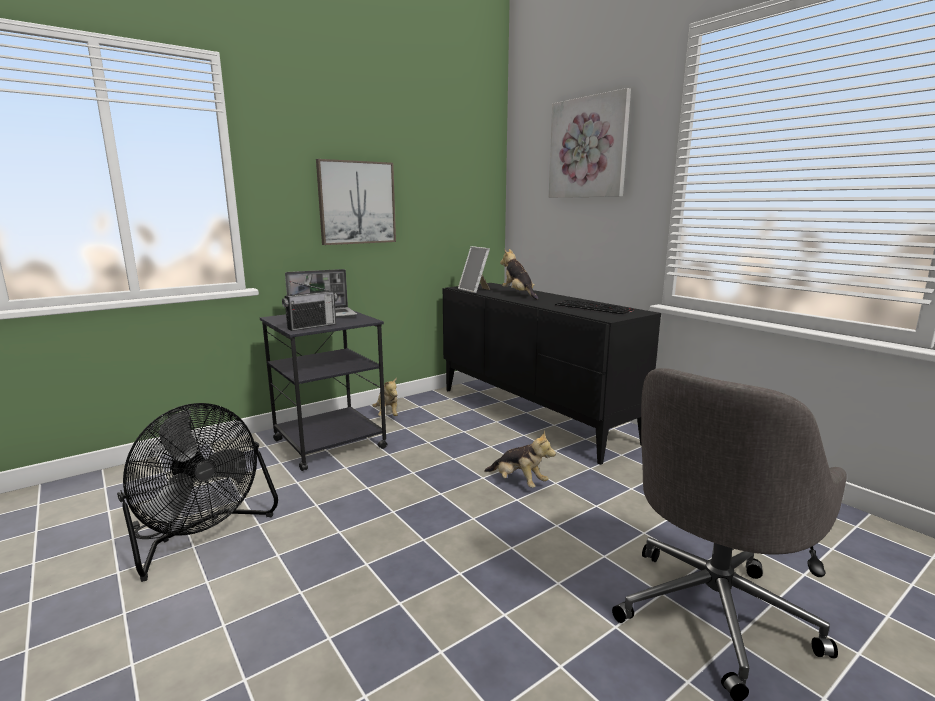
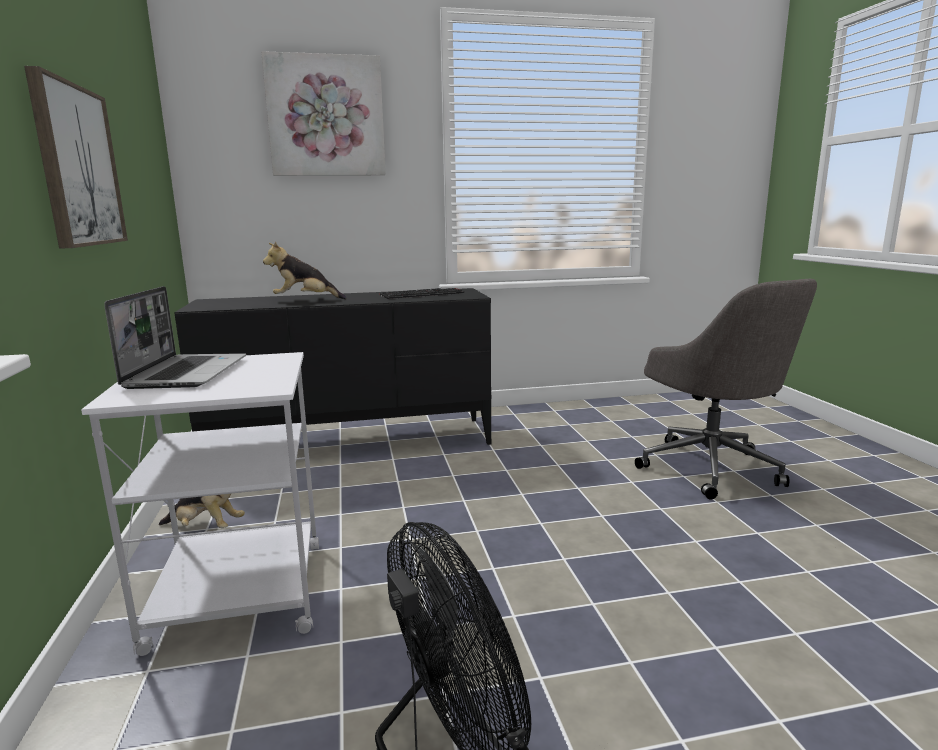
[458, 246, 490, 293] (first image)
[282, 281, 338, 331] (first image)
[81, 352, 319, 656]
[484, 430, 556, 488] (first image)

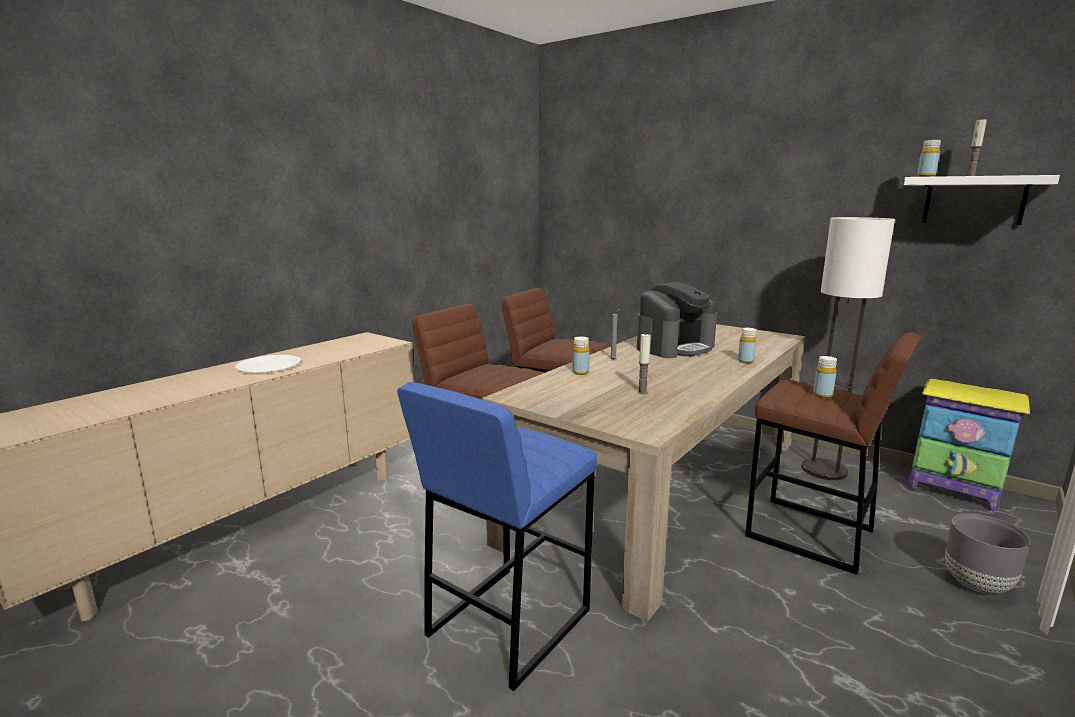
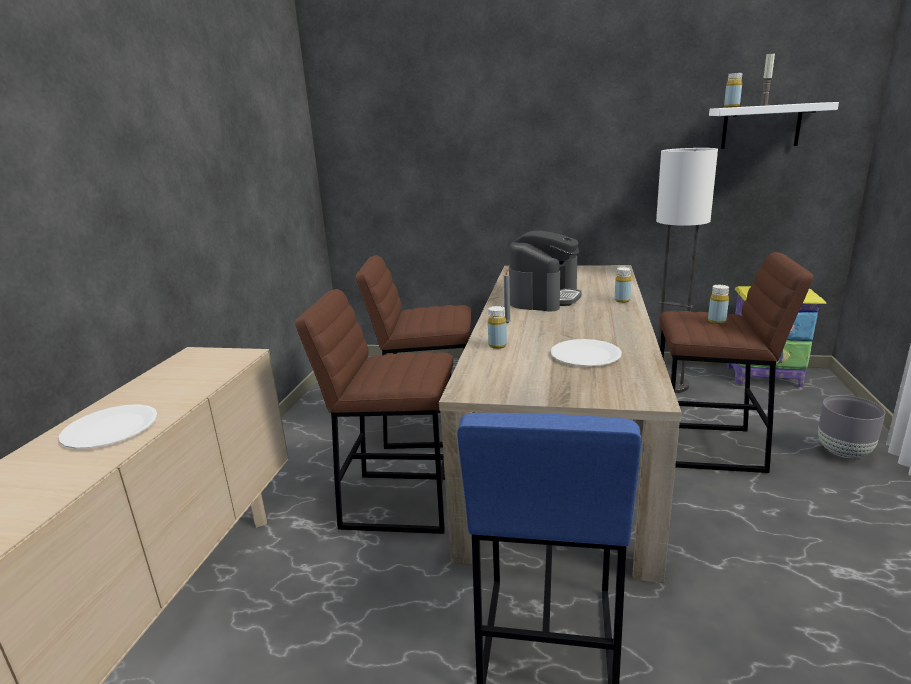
[550, 339, 622, 366]

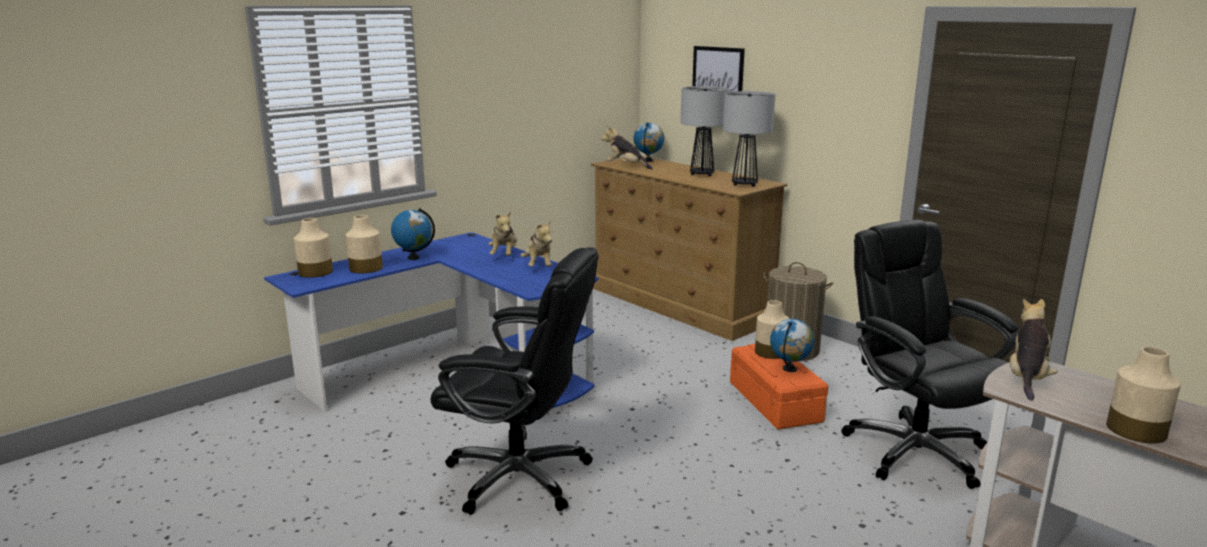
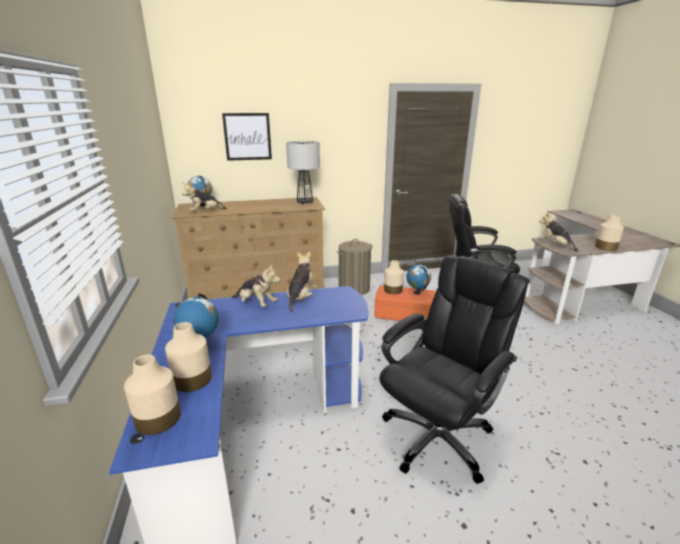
[681, 86, 729, 176] (first image)
[287, 251, 317, 313]

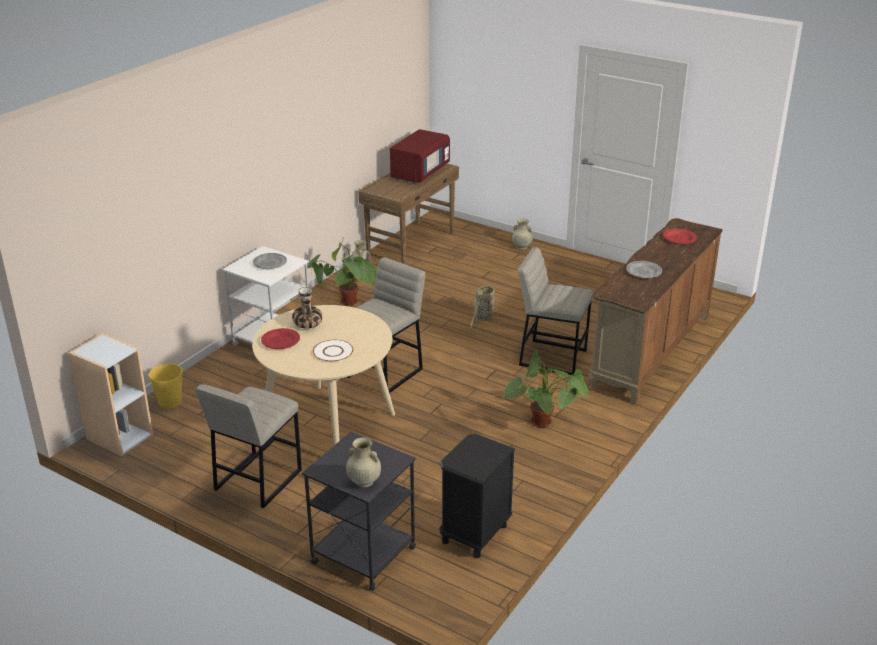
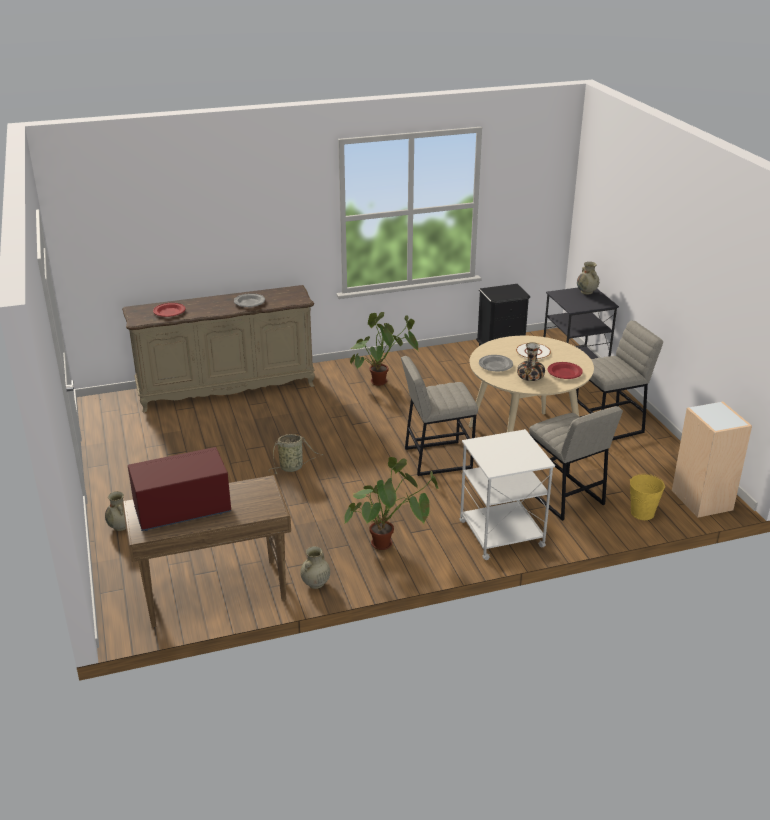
[529, 406, 623, 521]
[479, 355, 513, 371]

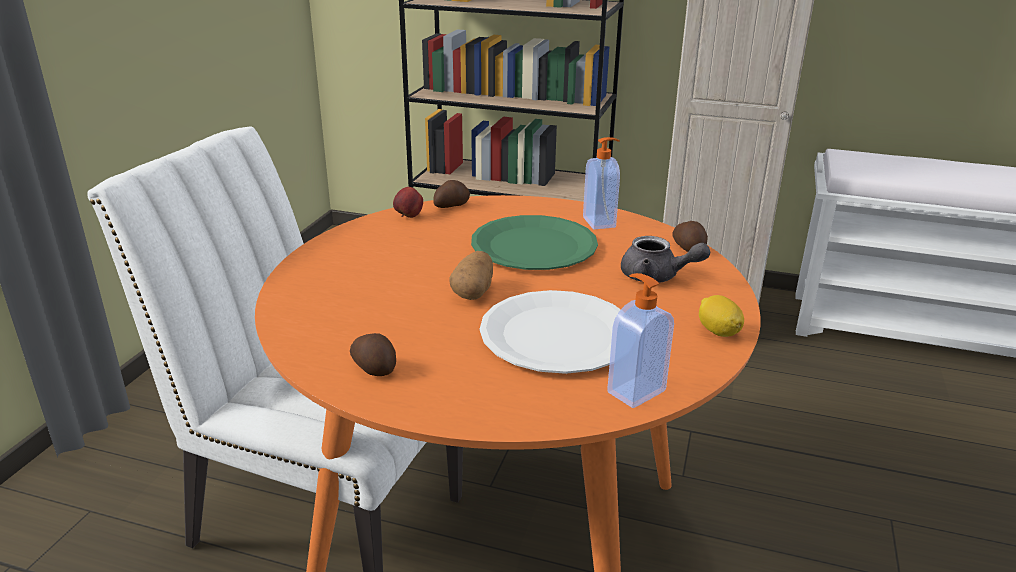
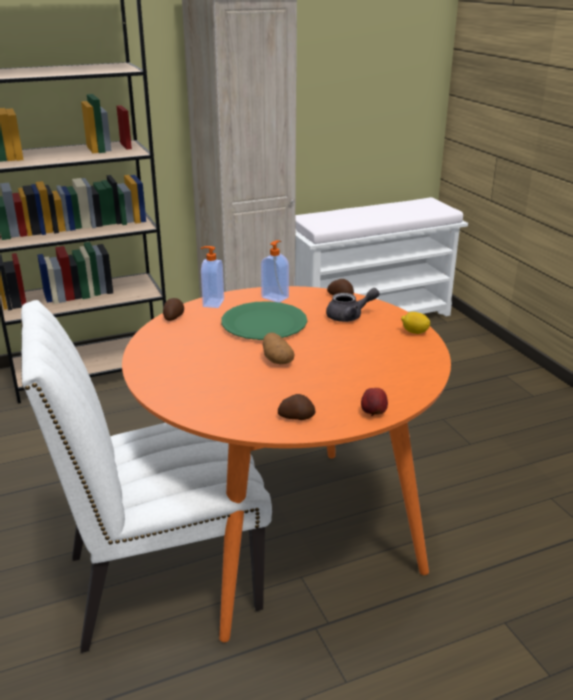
[361, 388, 388, 416]
[201, 246, 224, 308]
[480, 290, 621, 374] (first image)

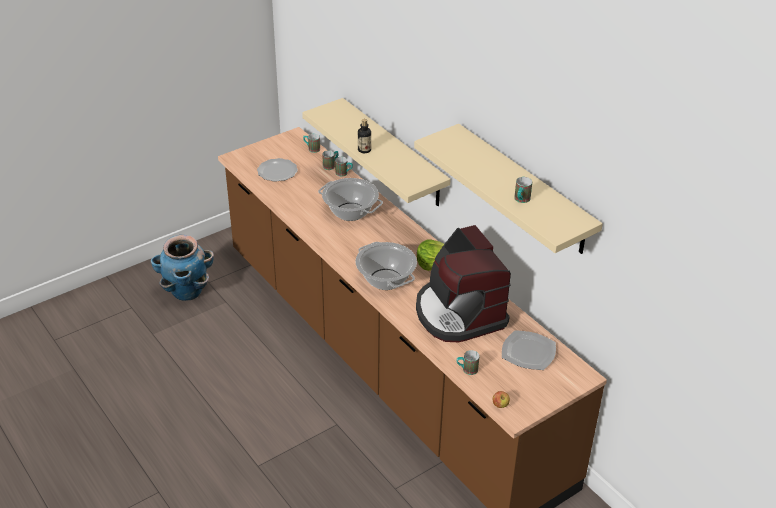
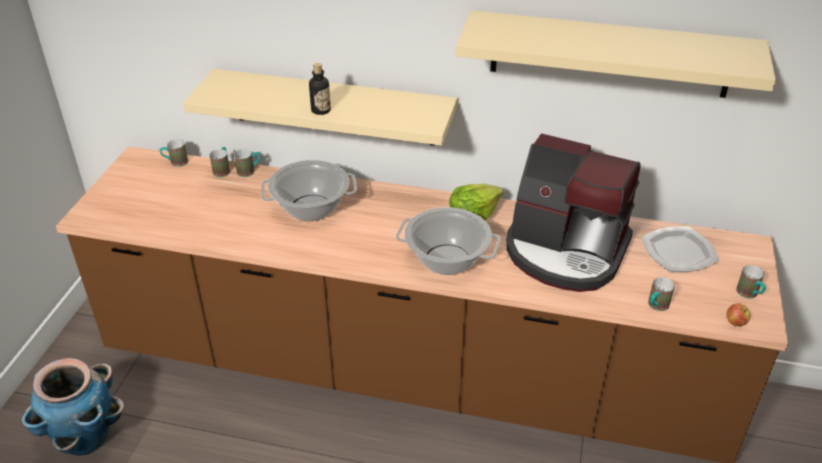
[257, 158, 298, 182] (first image)
[736, 265, 766, 298]

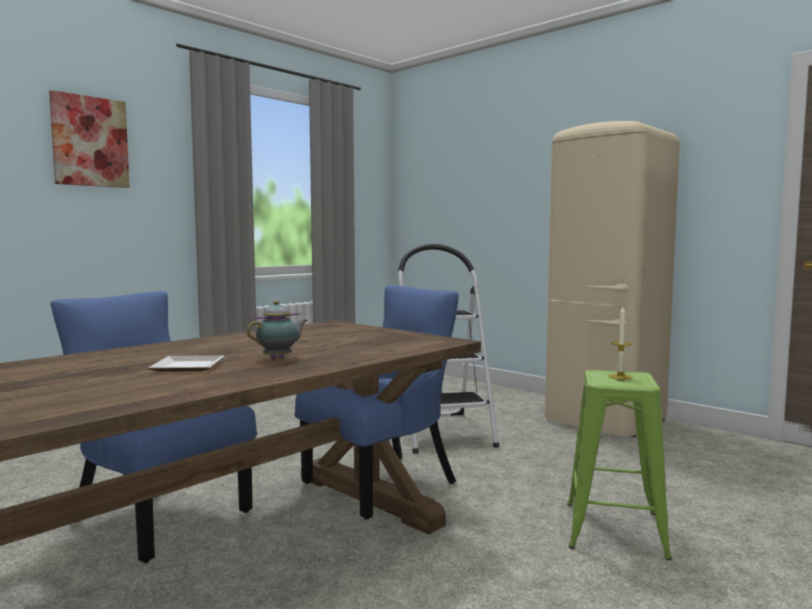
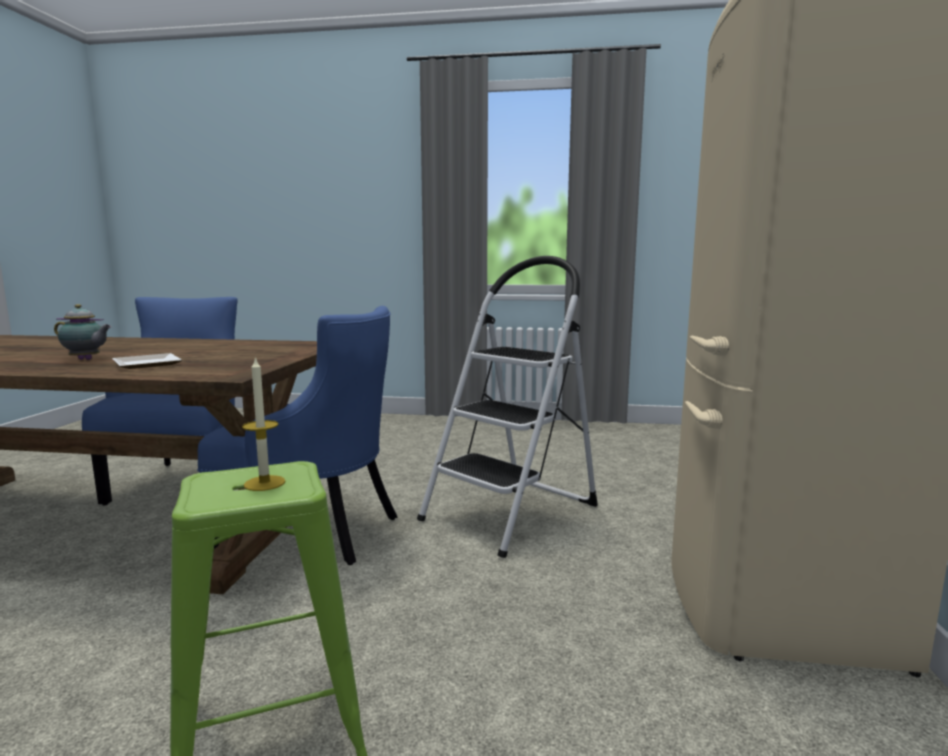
[49, 90, 130, 188] (first image)
[113, 353, 182, 369]

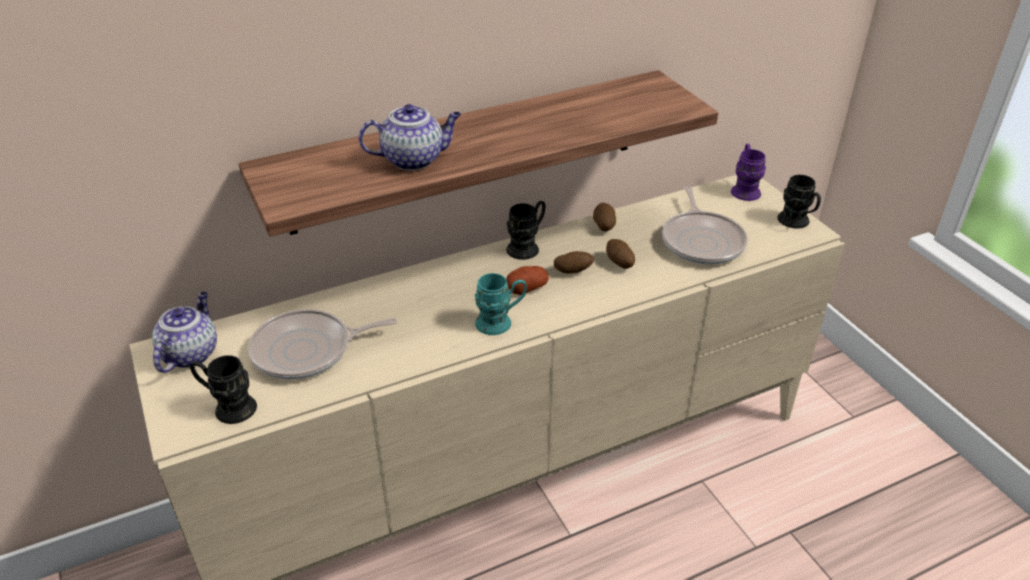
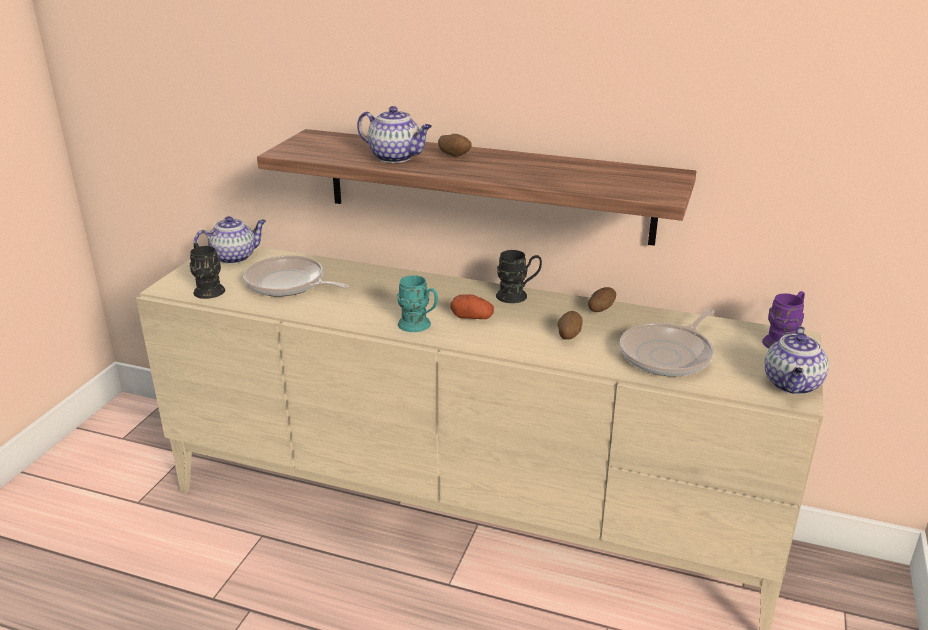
[765, 326, 829, 394]
[438, 134, 472, 157]

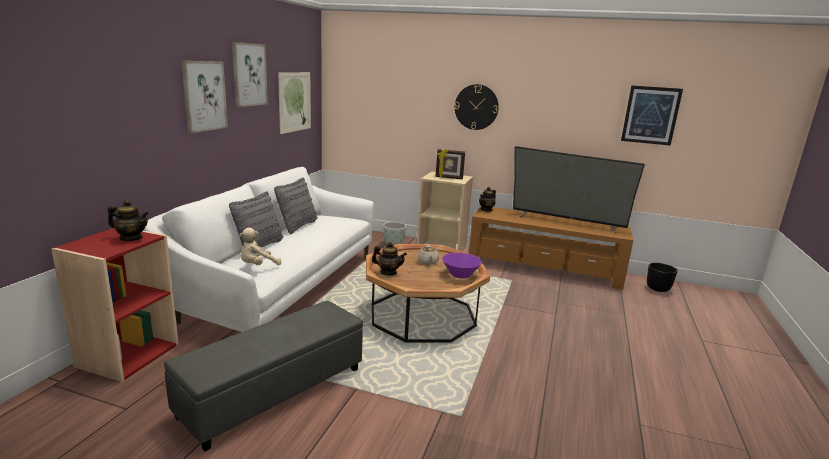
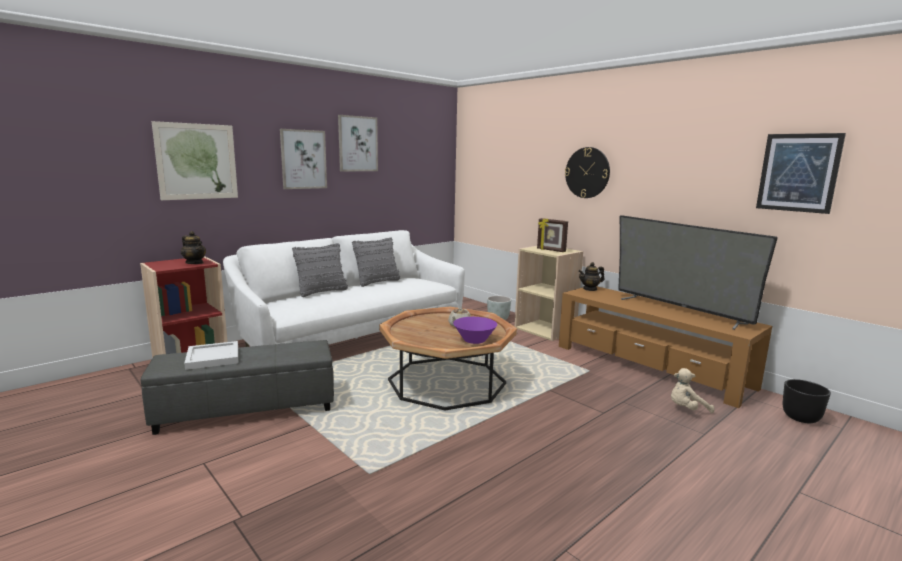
[152, 121, 238, 200]
[671, 368, 714, 413]
[372, 242, 407, 275] (first image)
[184, 341, 238, 370]

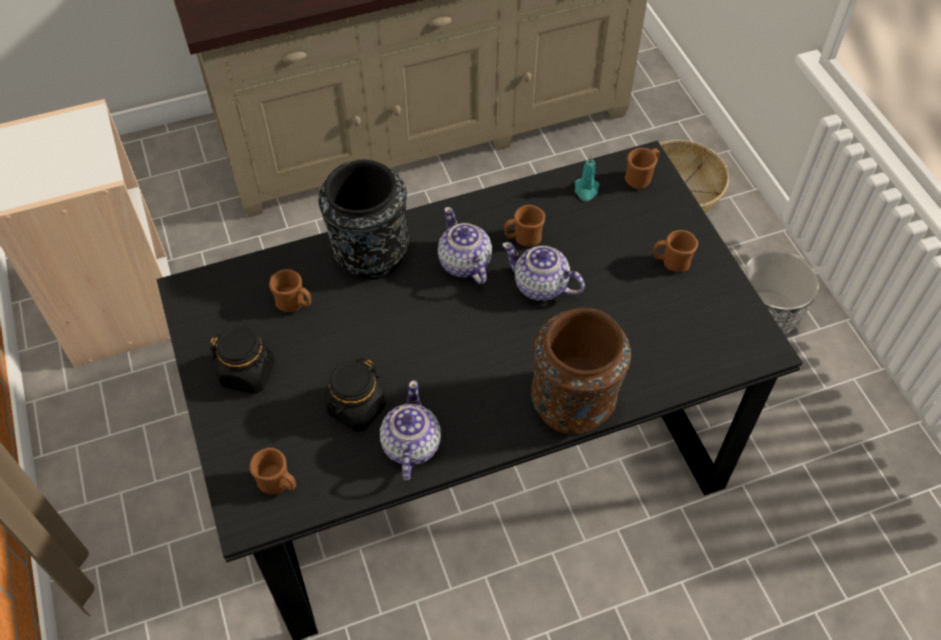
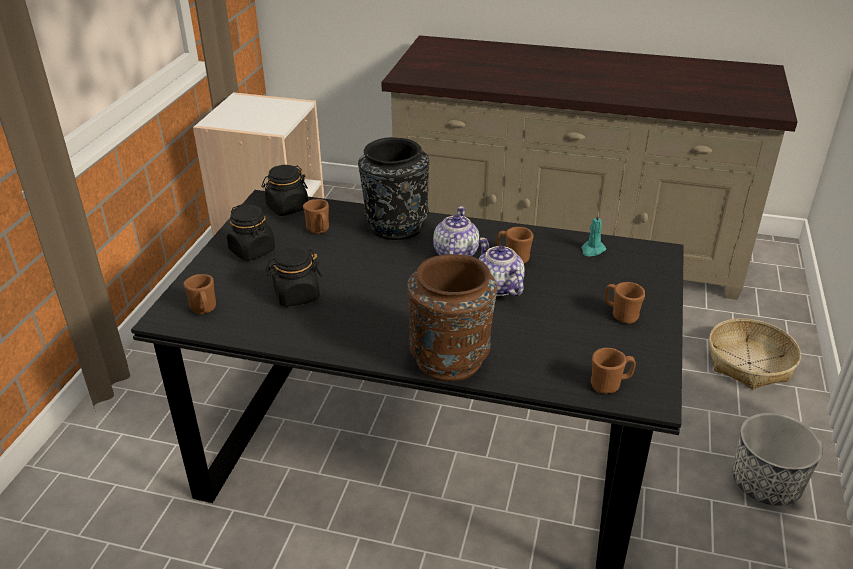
[591, 348, 636, 394]
[380, 380, 441, 481] (first image)
[261, 165, 308, 216]

